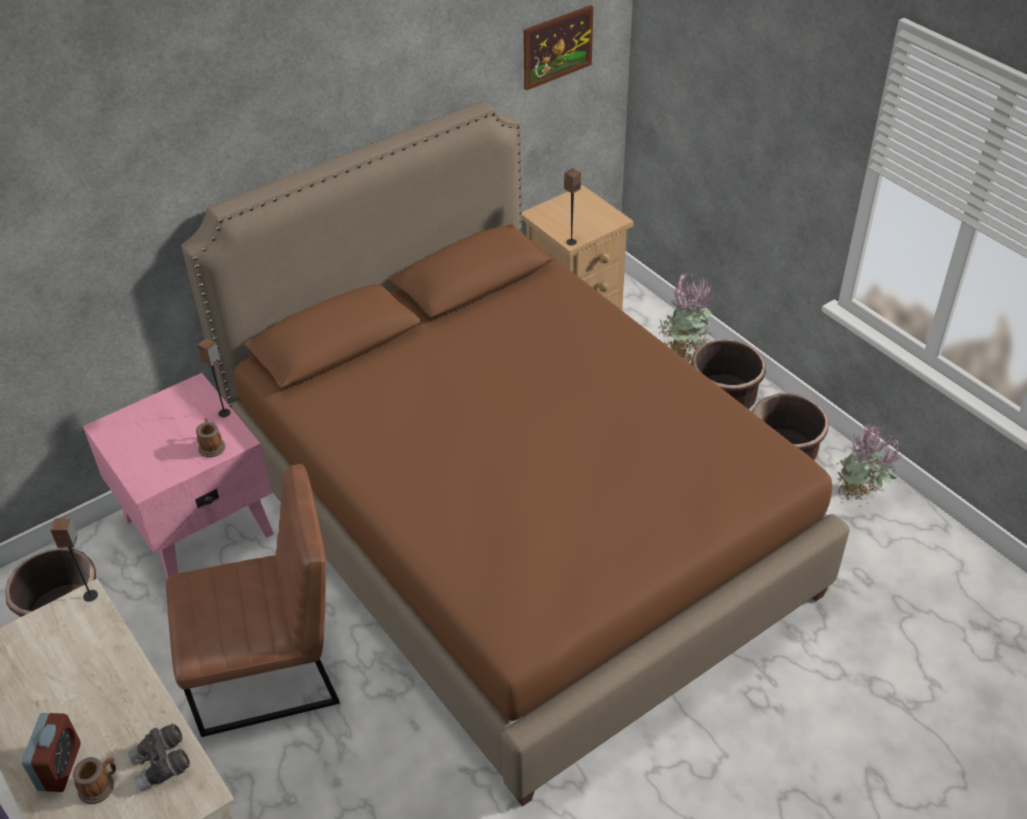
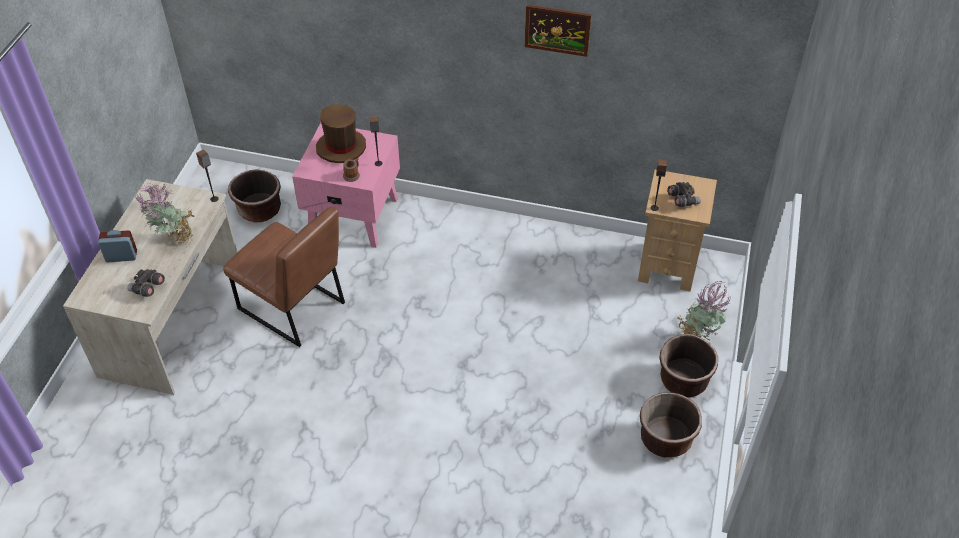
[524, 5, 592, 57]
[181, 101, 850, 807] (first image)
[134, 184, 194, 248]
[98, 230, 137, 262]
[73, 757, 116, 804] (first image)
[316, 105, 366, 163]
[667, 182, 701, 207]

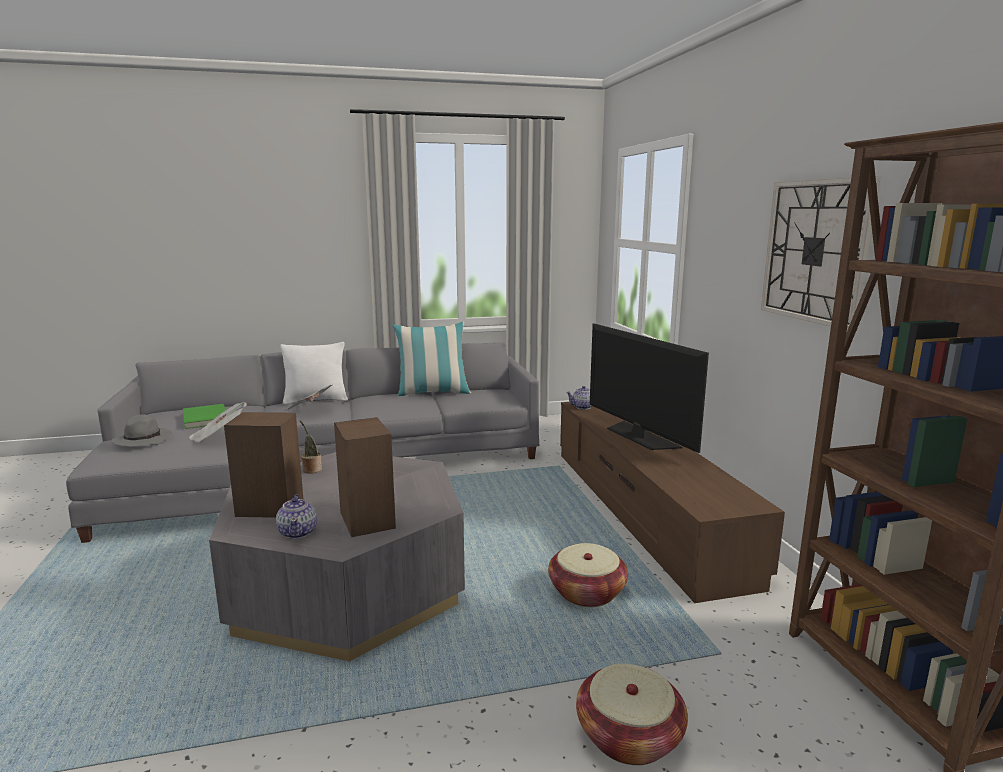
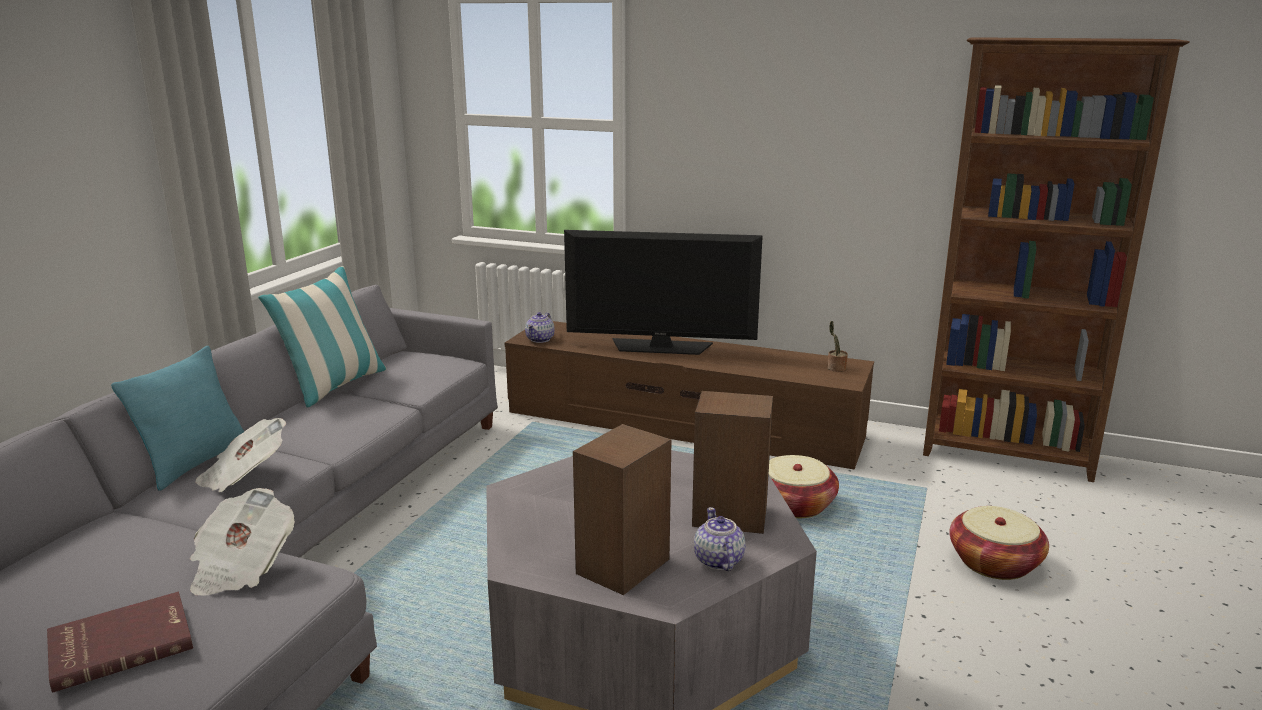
[761, 176, 880, 331] (first image)
[111, 346, 244, 491]
[183, 404, 226, 429] (first image)
[47, 592, 193, 693]
[828, 321, 848, 372]
[694, 507, 745, 571]

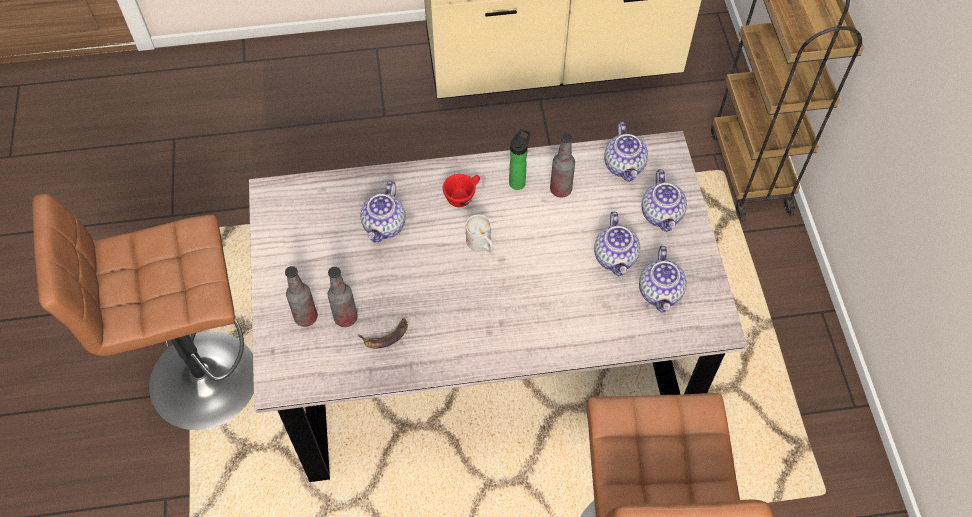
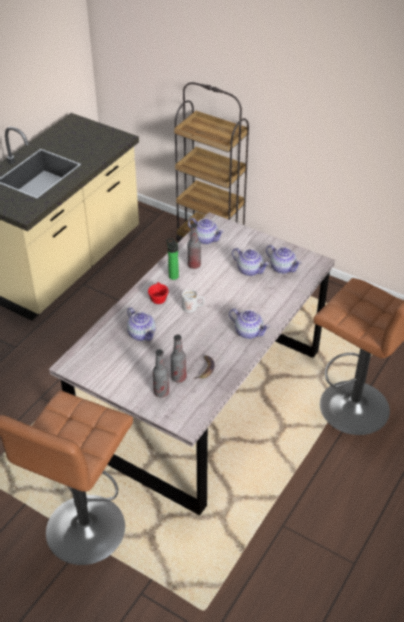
[229, 308, 270, 339]

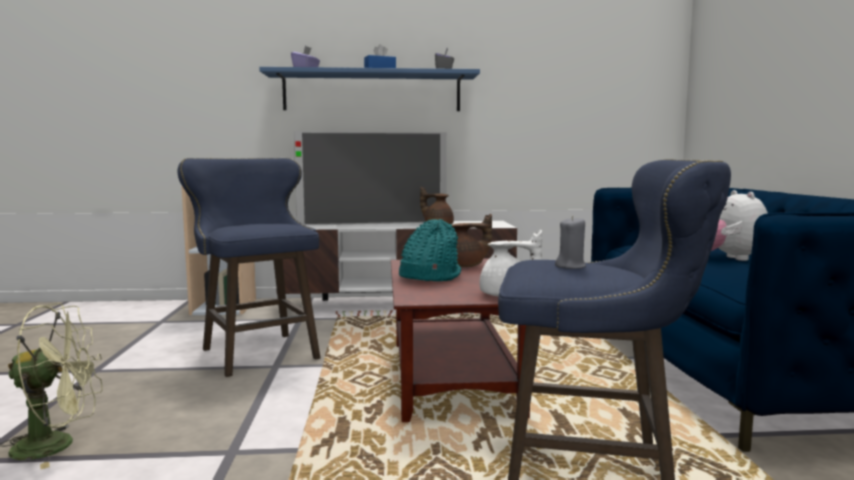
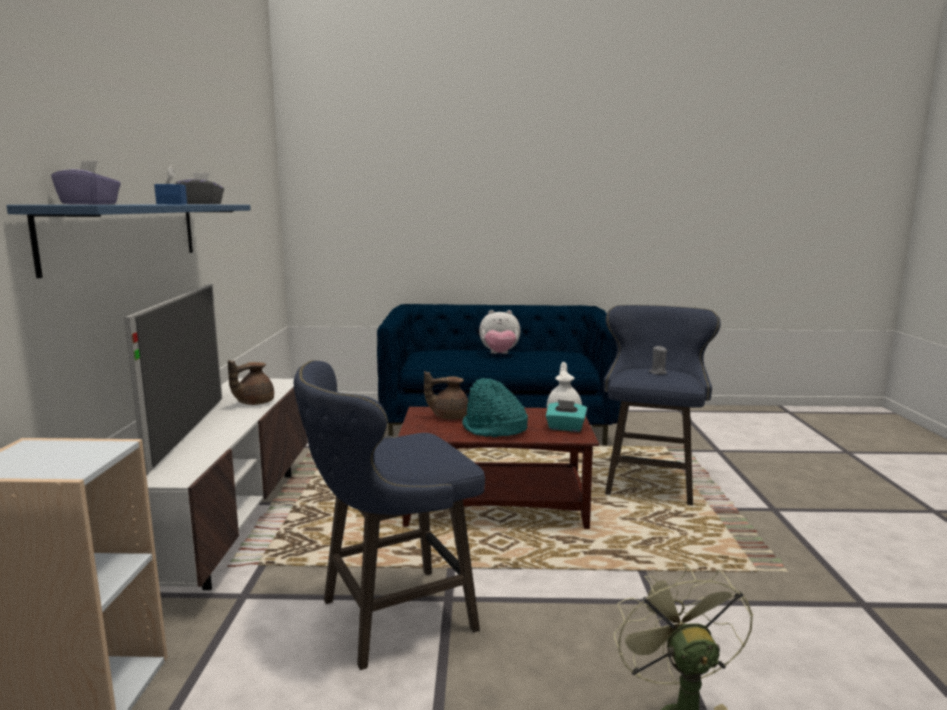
[424, 371, 468, 419]
[546, 399, 587, 432]

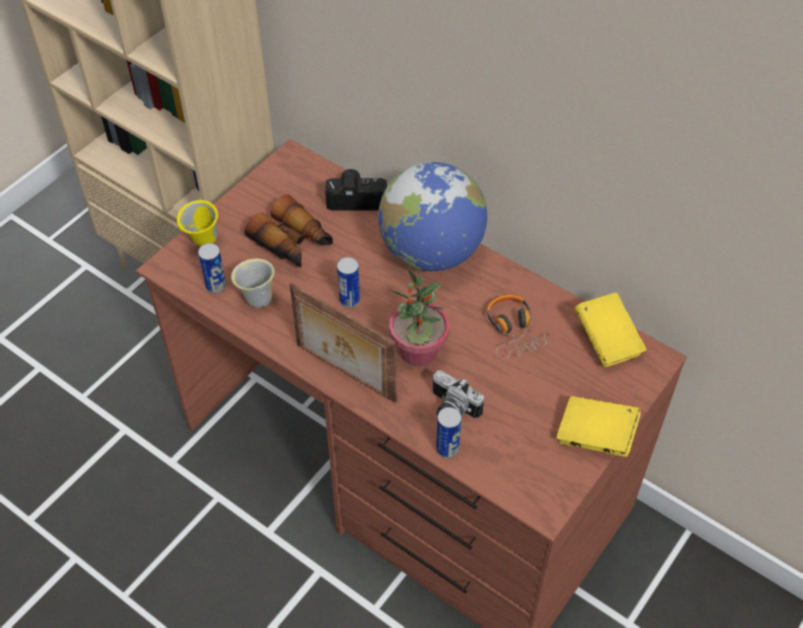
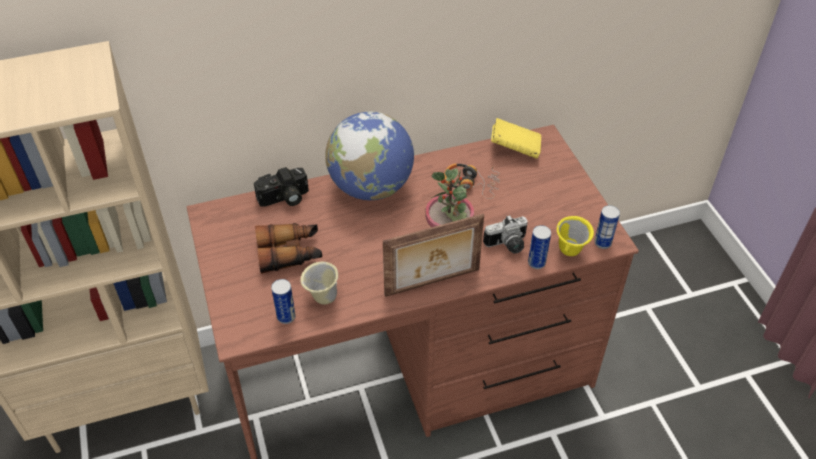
[254, 167, 309, 207]
[557, 216, 594, 256]
[594, 205, 620, 249]
[556, 396, 641, 457] (first image)

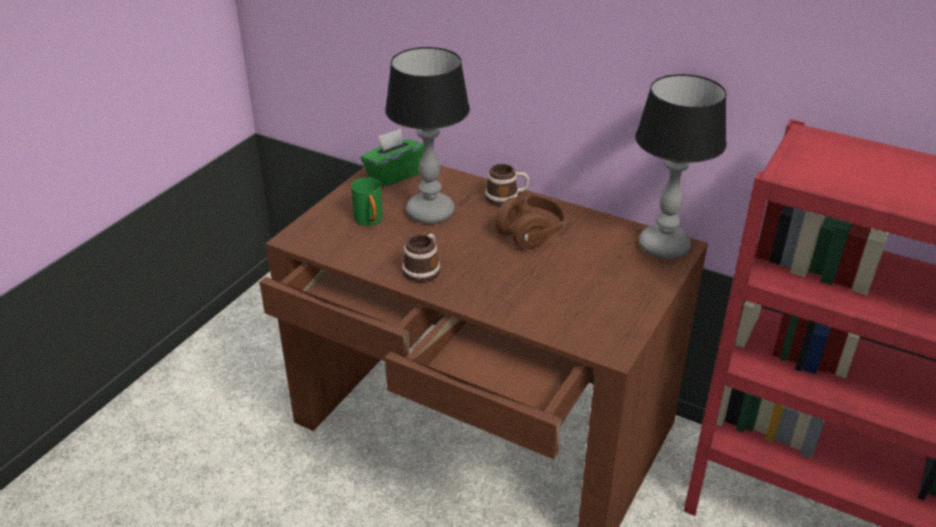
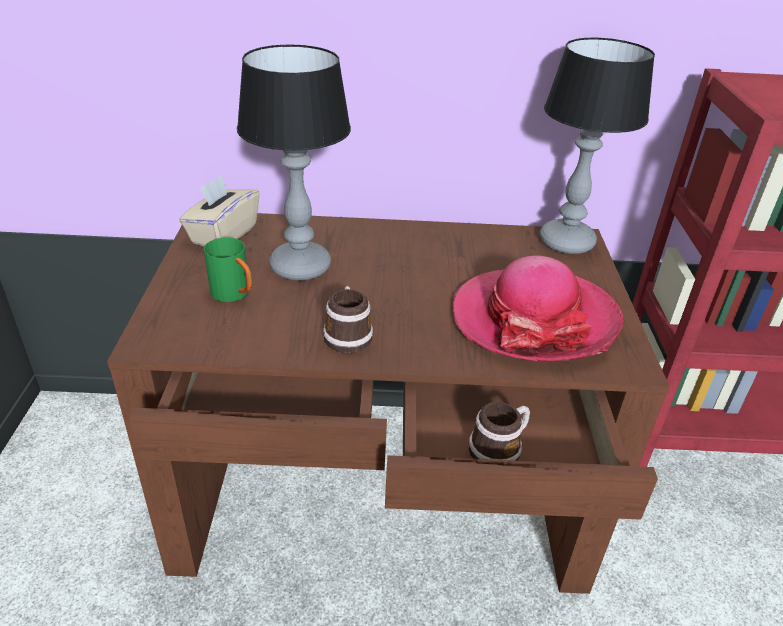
[179, 175, 260, 246]
[469, 402, 530, 461]
[496, 196, 565, 249] (first image)
[453, 255, 623, 361]

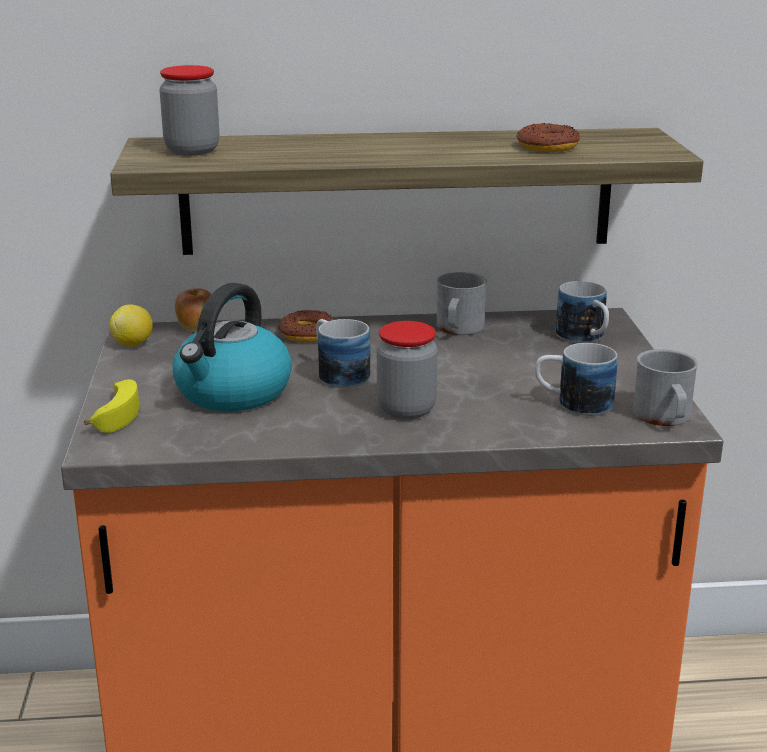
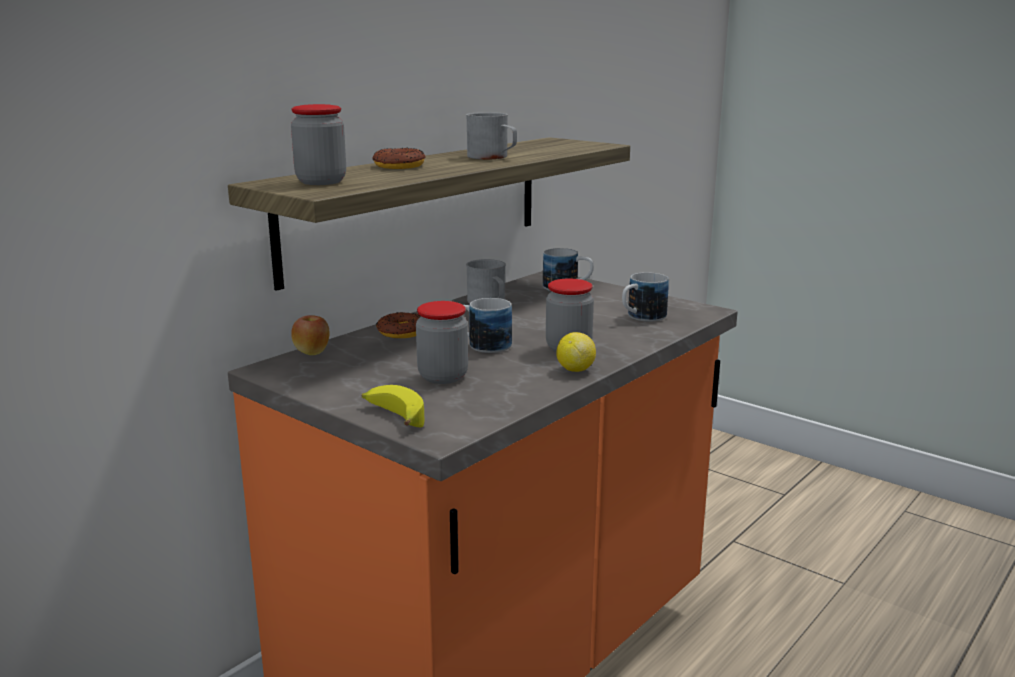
[373, 148, 426, 169]
[416, 301, 468, 384]
[556, 332, 596, 372]
[466, 112, 517, 159]

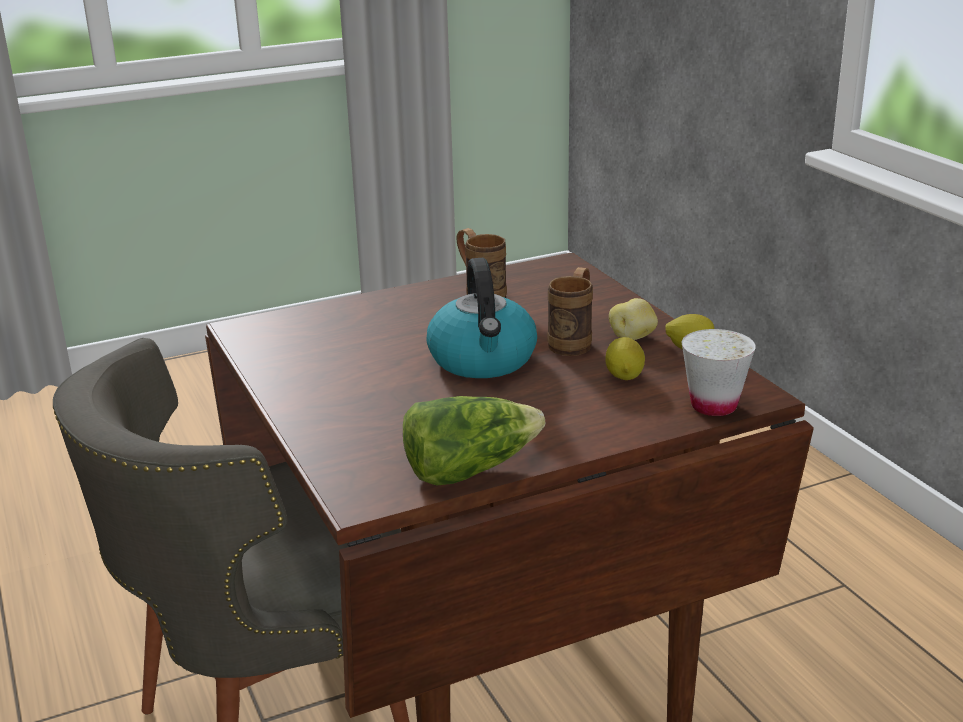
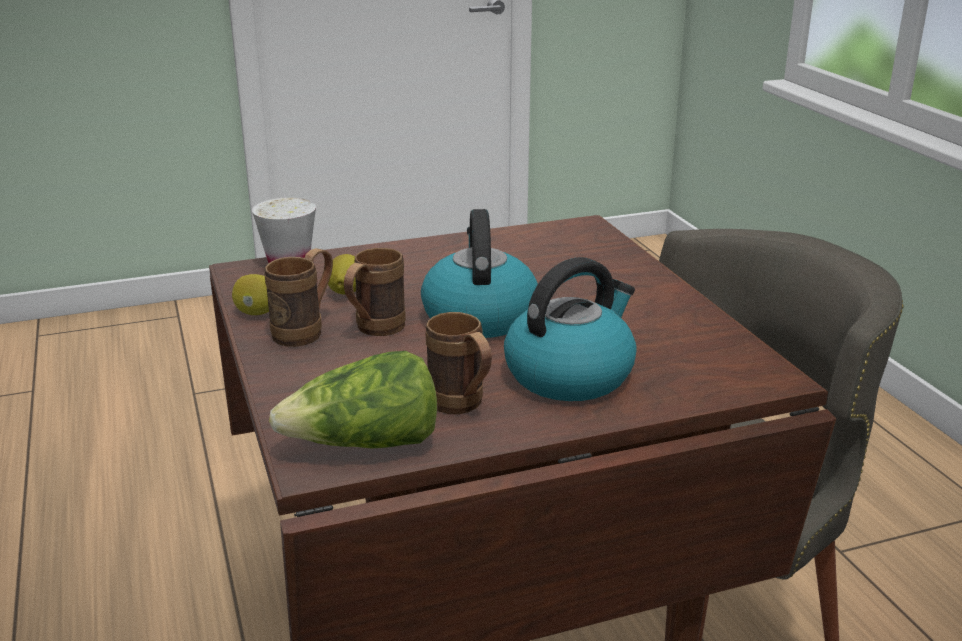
[264, 248, 333, 347]
[269, 351, 437, 449]
[504, 257, 637, 401]

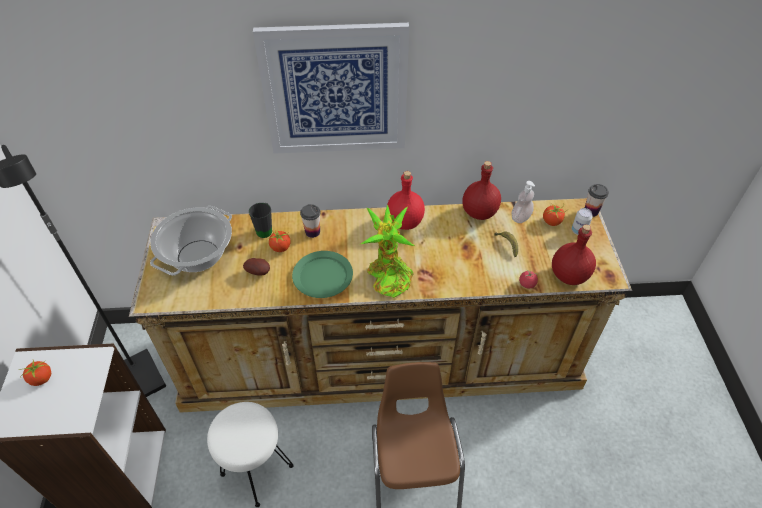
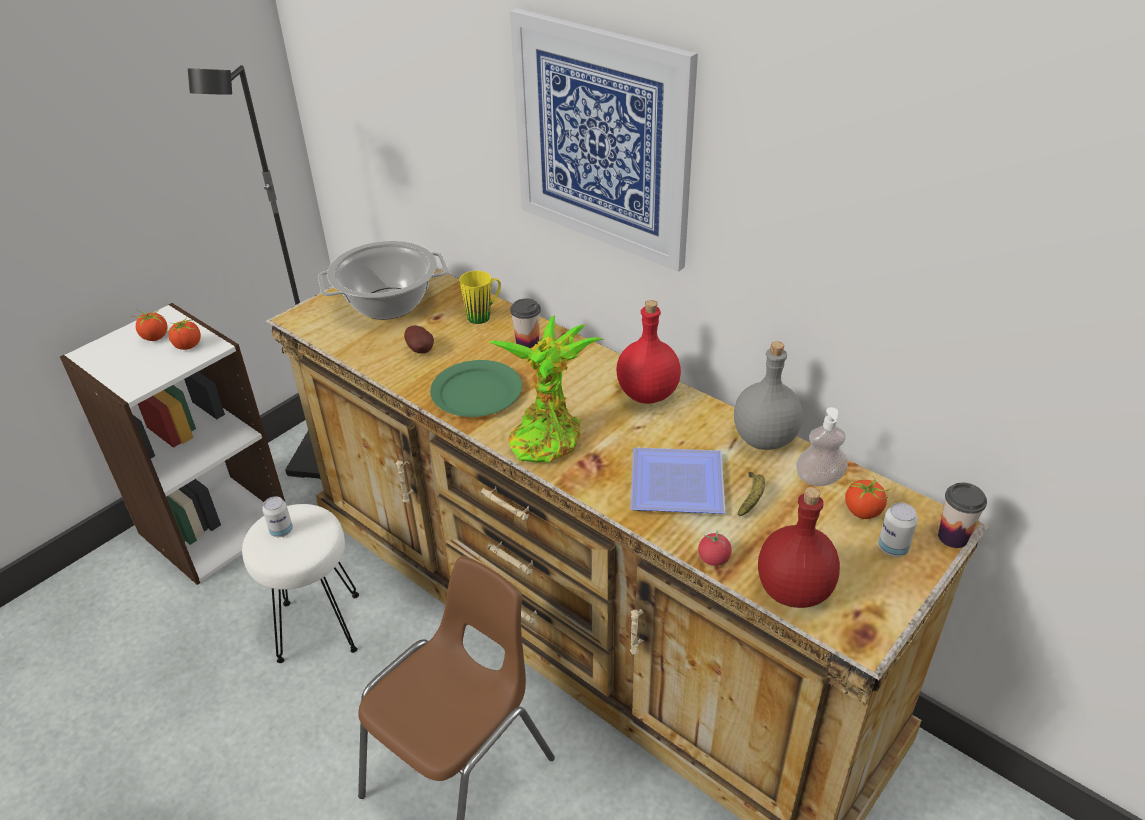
[734, 341, 803, 450]
[459, 271, 501, 324]
[165, 317, 201, 350]
[631, 447, 725, 514]
[262, 496, 293, 537]

